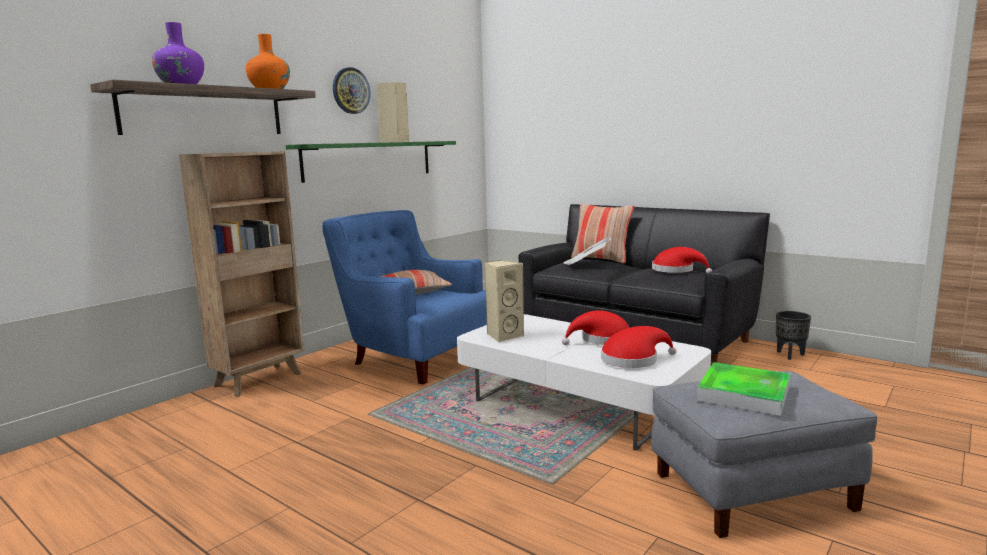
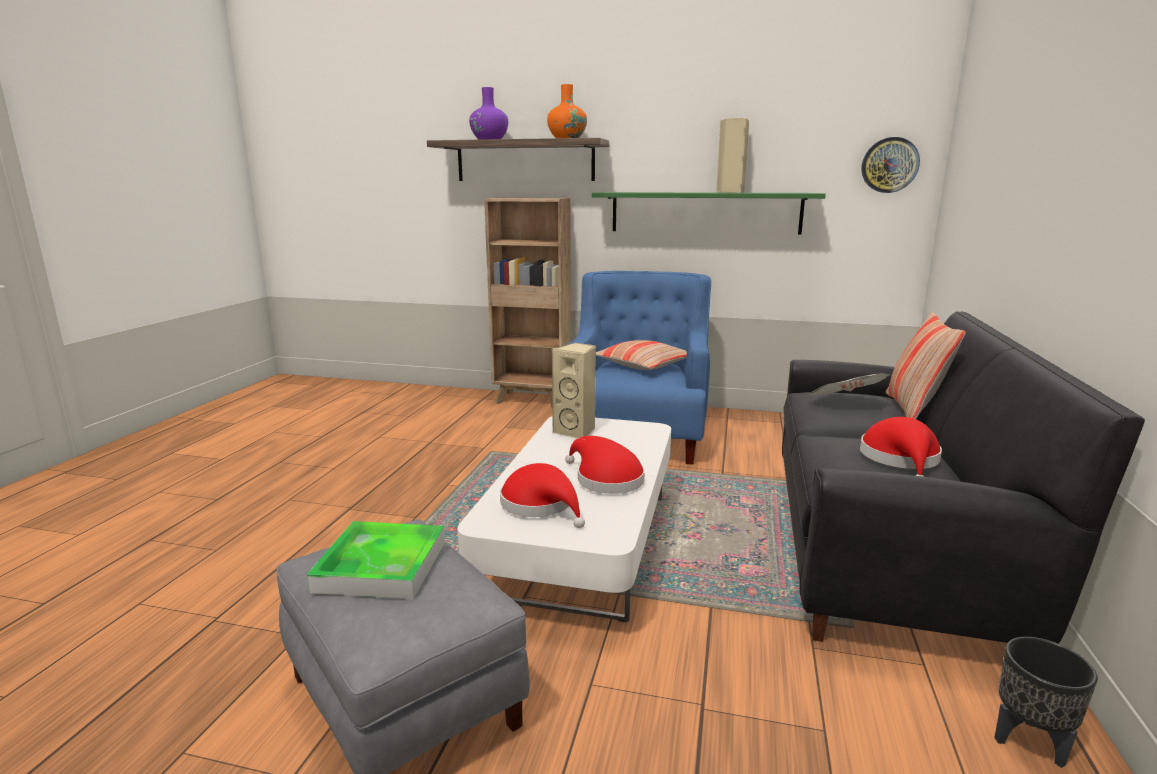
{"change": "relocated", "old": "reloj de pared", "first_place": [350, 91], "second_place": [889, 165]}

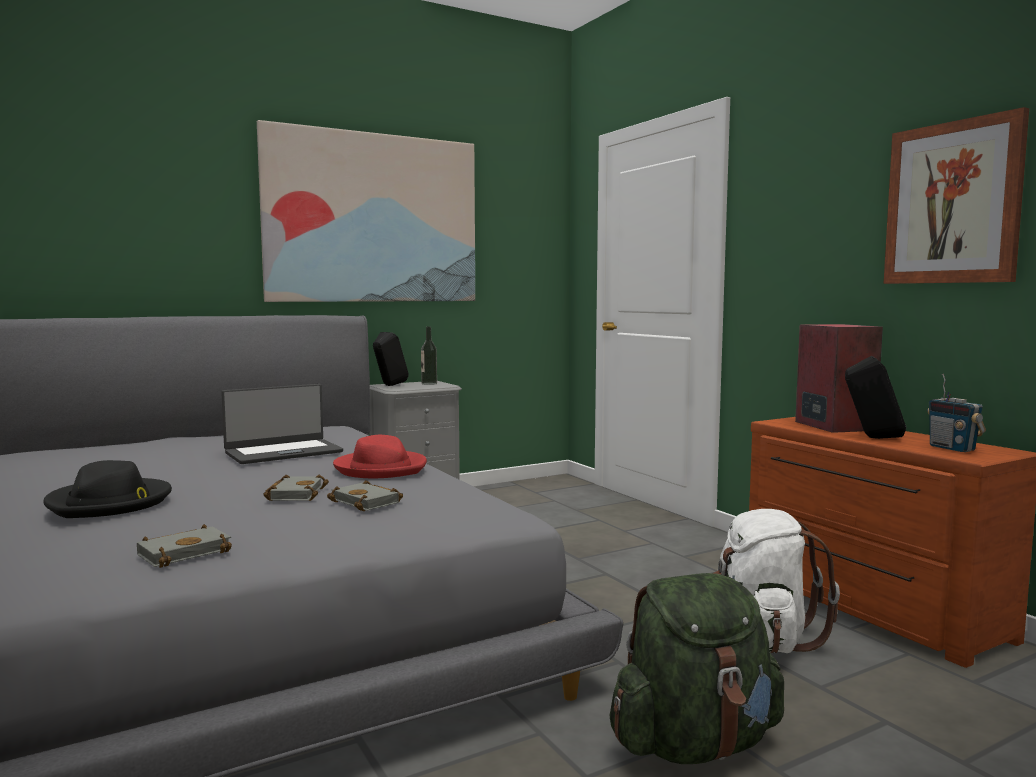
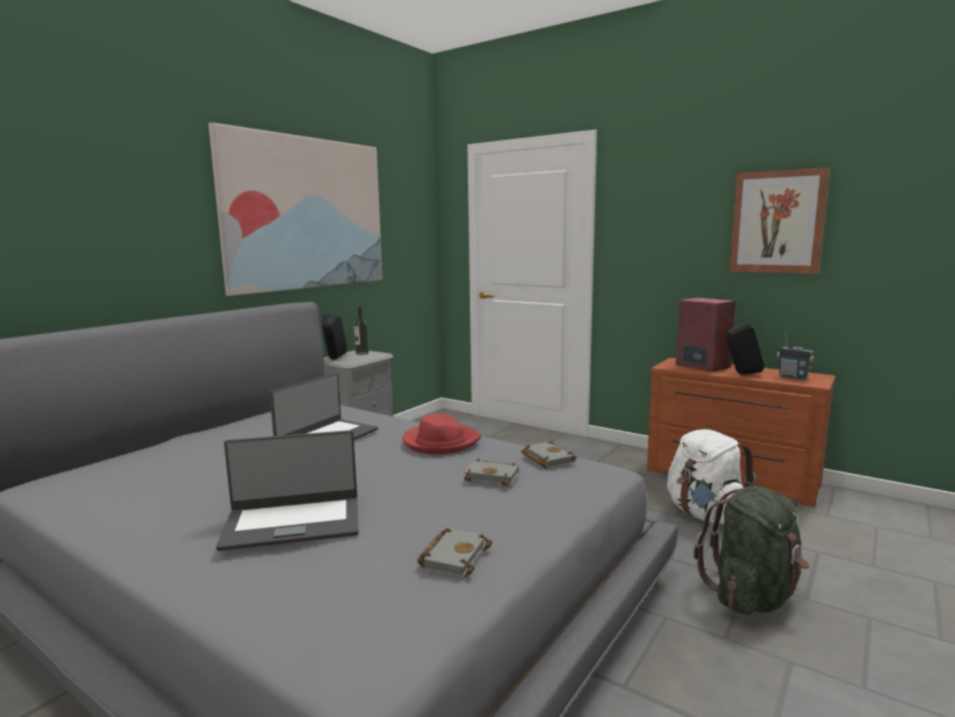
{"change": "relocated", "old": "libro/gris", "first_place": [295, 494], "second_place": [545, 459]}
{"change": "exchanged", "old": "sombrero/negro", "new": "portátil", "first_place": [110, 503], "second_place": [293, 522]}

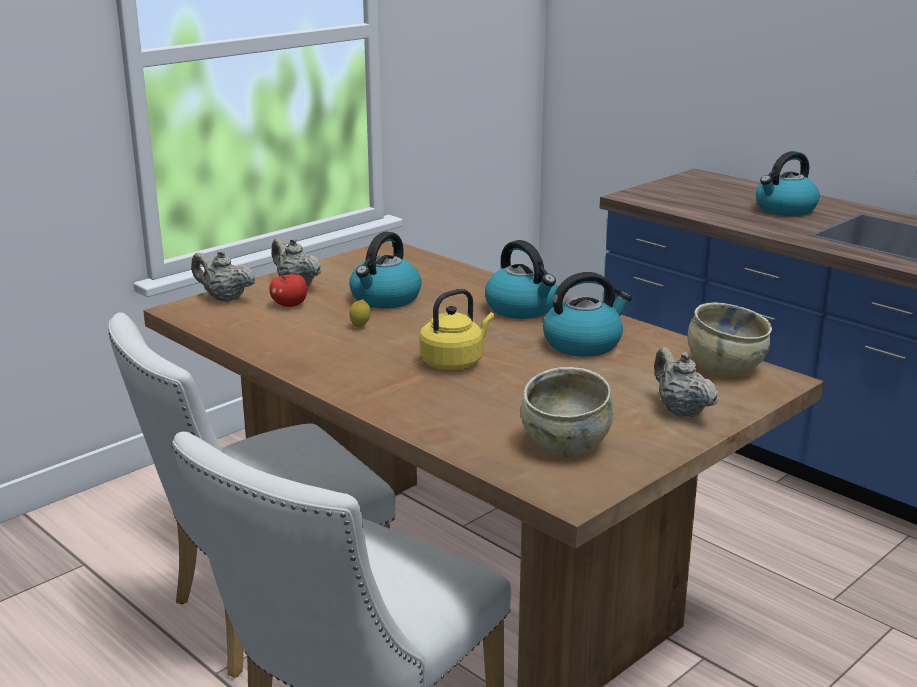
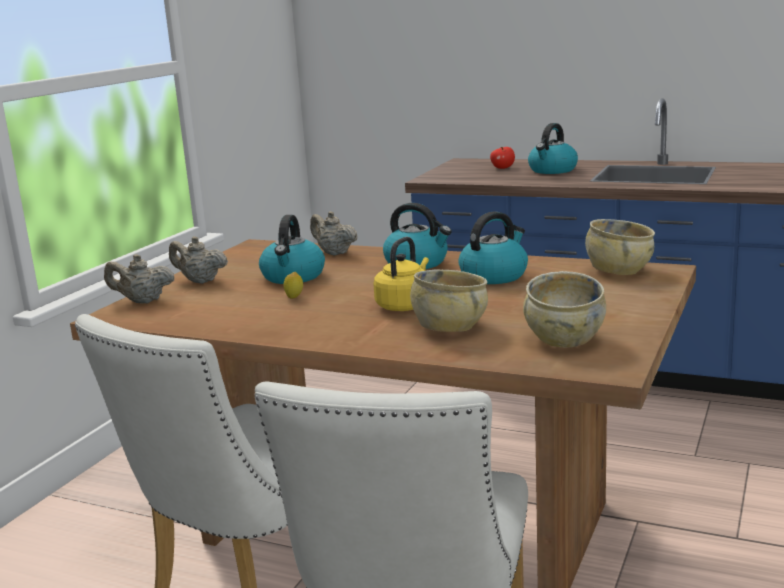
{"change": "appeared", "new": "cuenco/beis", "second_place": [450, 327]}
{"change": "relocated", "old": "manzana", "first_place": [290, 305], "second_place": [502, 168]}
{"change": "relocated", "old": "tetera/beis", "first_place": [680, 411], "second_place": [334, 253]}

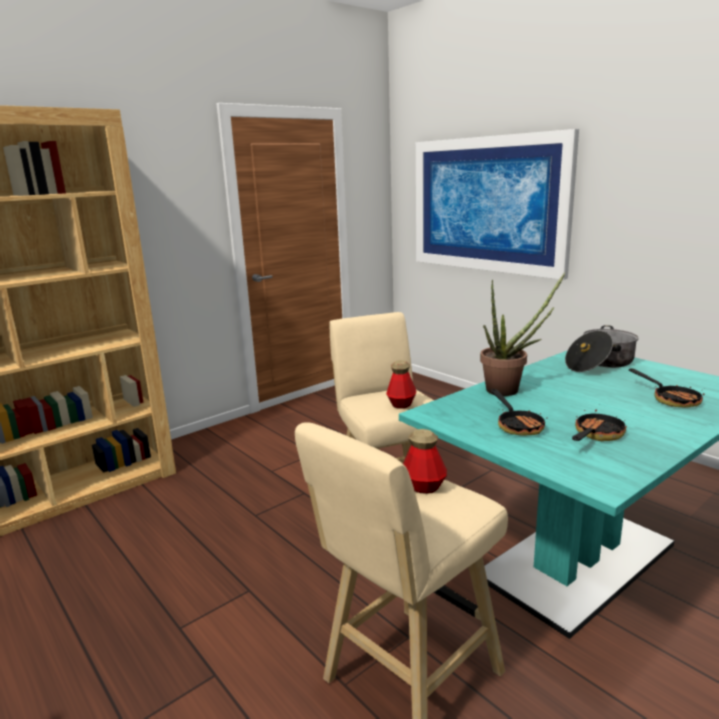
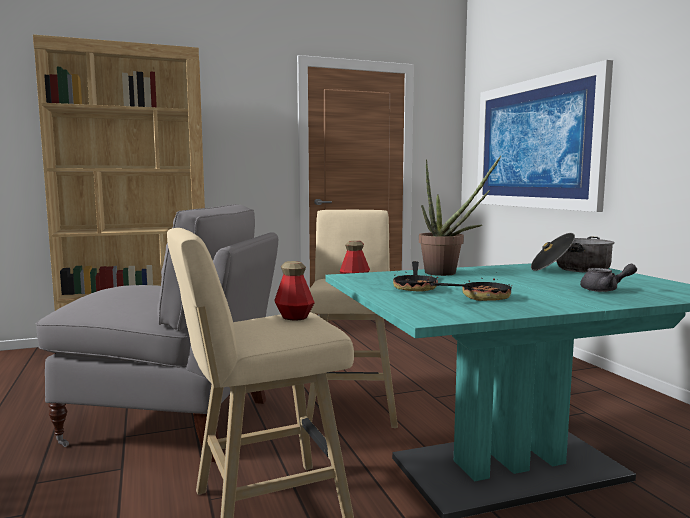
{"change": "appeared", "new": "silla/gris", "second_place": [173, 422]}
{"change": "exchanged", "old": "sartén", "new": "tetera/gris", "first_place": [670, 399], "second_place": [605, 290]}

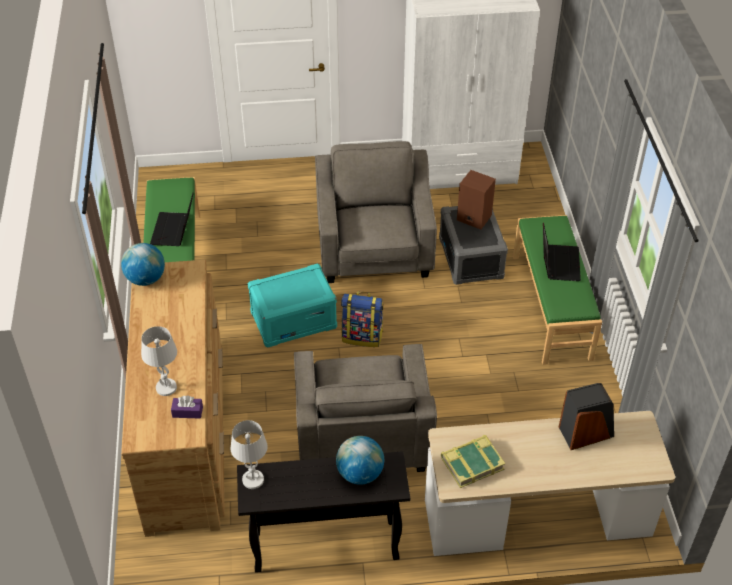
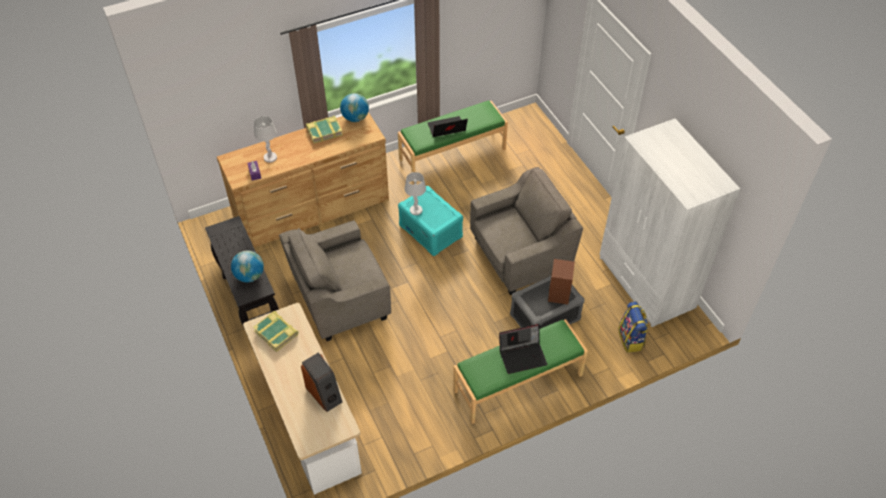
{"change": "appeared", "new": "libro", "second_place": [324, 131]}
{"change": "relocated", "old": "lámpara de mesa/blanco", "first_place": [253, 480], "second_place": [415, 210]}
{"change": "relocated", "old": "mochila", "first_place": [362, 336], "second_place": [631, 339]}

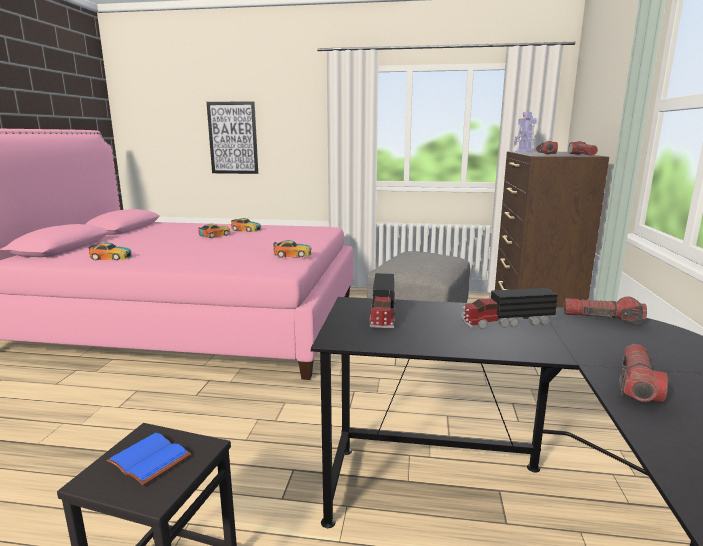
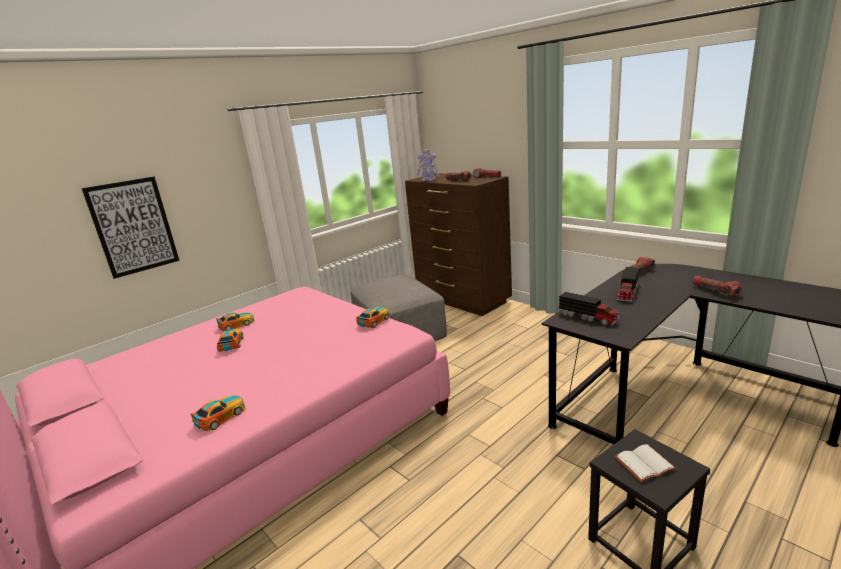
{"change": "colour", "old": "libro/azul", "new": "libro/blanco", "first_place": [152, 459], "second_place": [644, 463]}

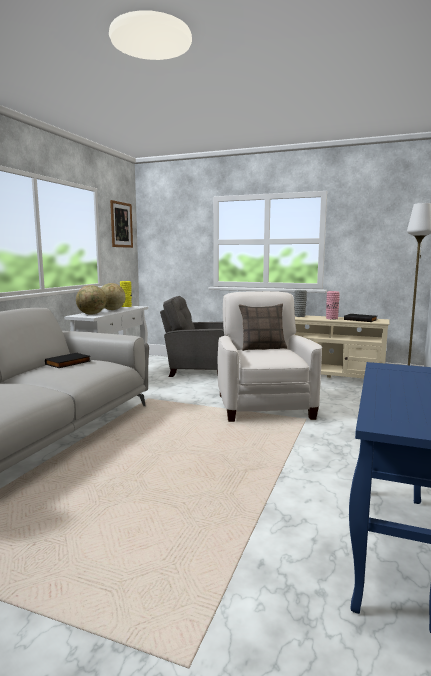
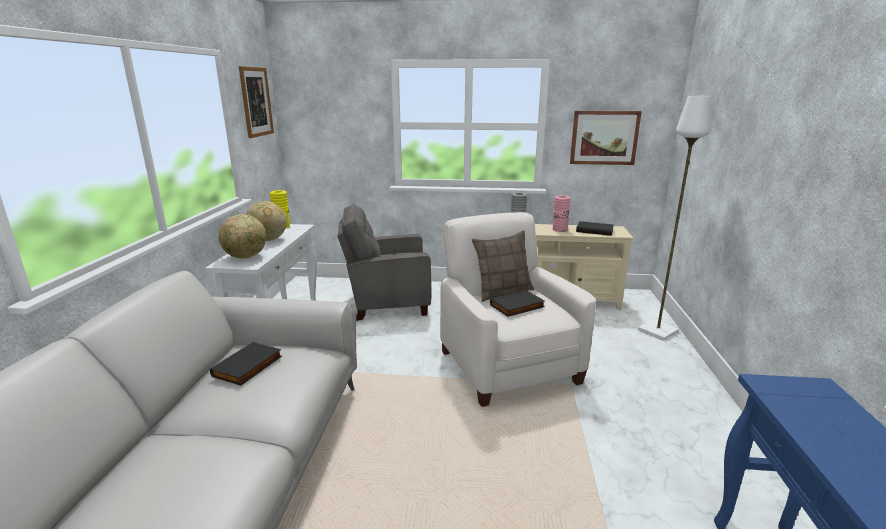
{"change": "appeared", "new": "libro/negro", "second_place": [517, 306]}
{"change": "appeared", "new": "cuadro", "second_place": [604, 137]}

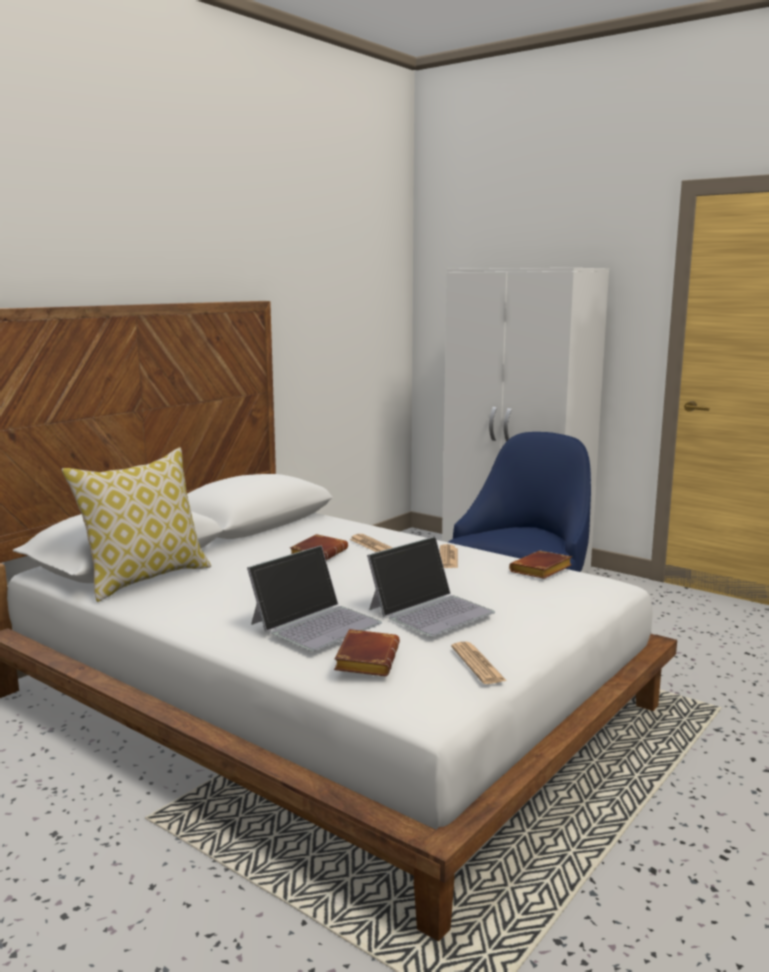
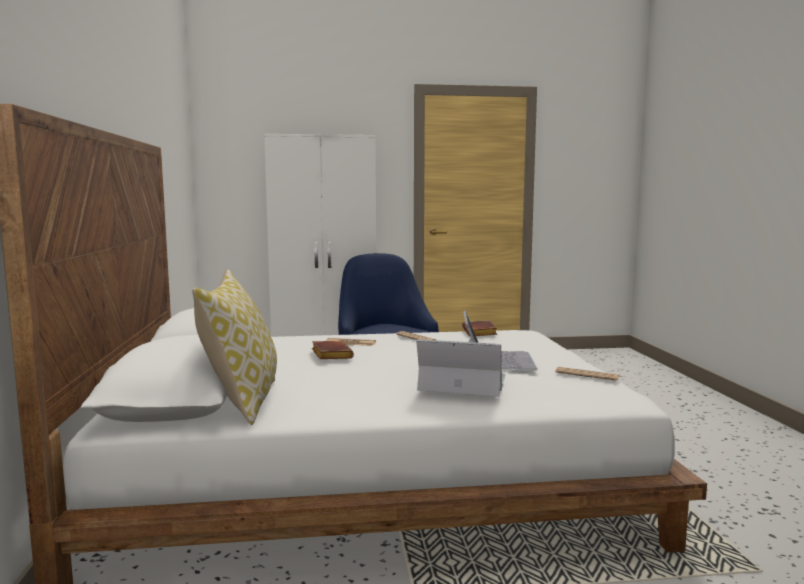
{"change": "missing", "old": "libro/marrón", "first_place": [365, 659]}
{"change": "spun", "old": "portátil", "first_place": [316, 622], "second_place": [462, 382], "degrees": -75}

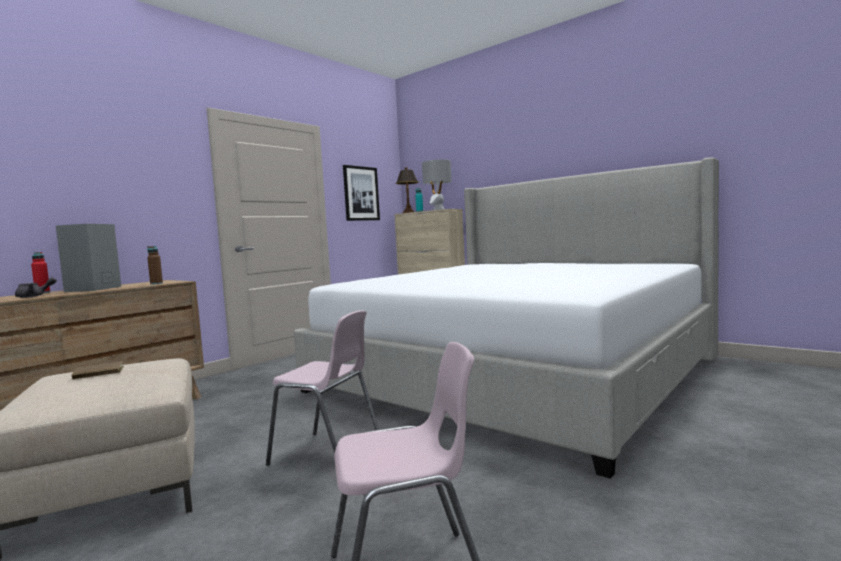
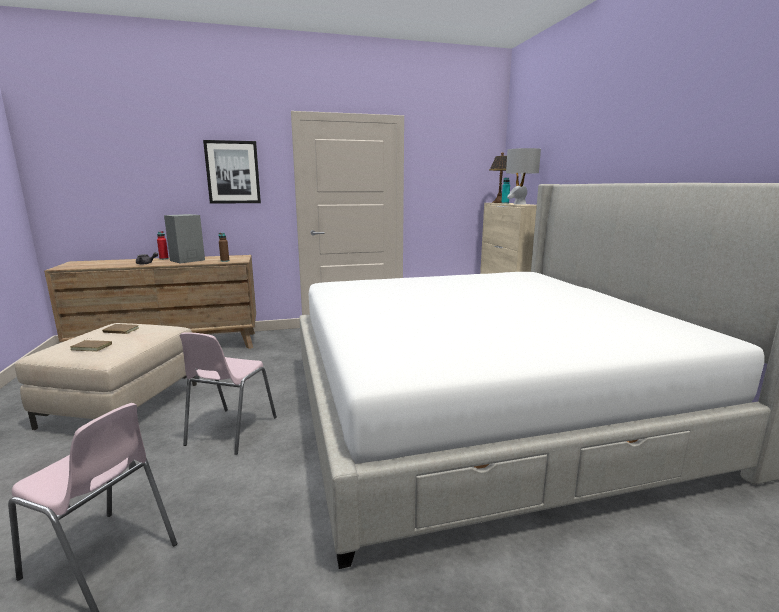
{"change": "appeared", "new": "libro/marrón", "second_place": [92, 347]}
{"change": "relocated", "old": "cuadro", "first_place": [361, 193], "second_place": [233, 172]}
{"change": "spun", "old": "silla/rosa", "first_place": [328, 455], "second_place": [230, 431], "degrees": 45}

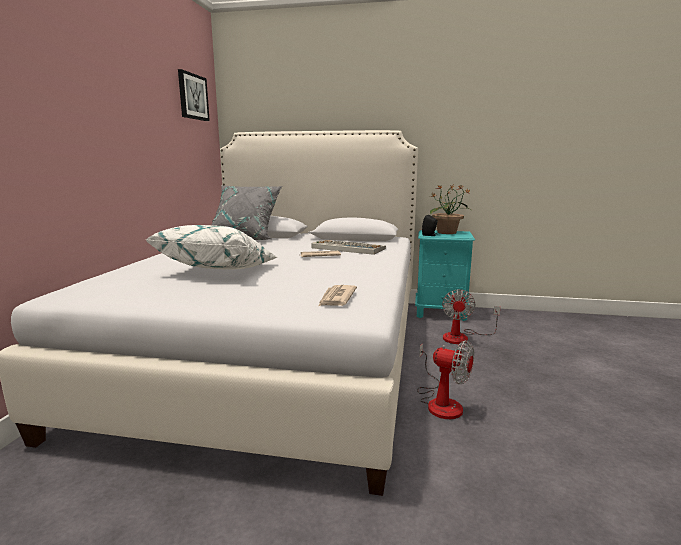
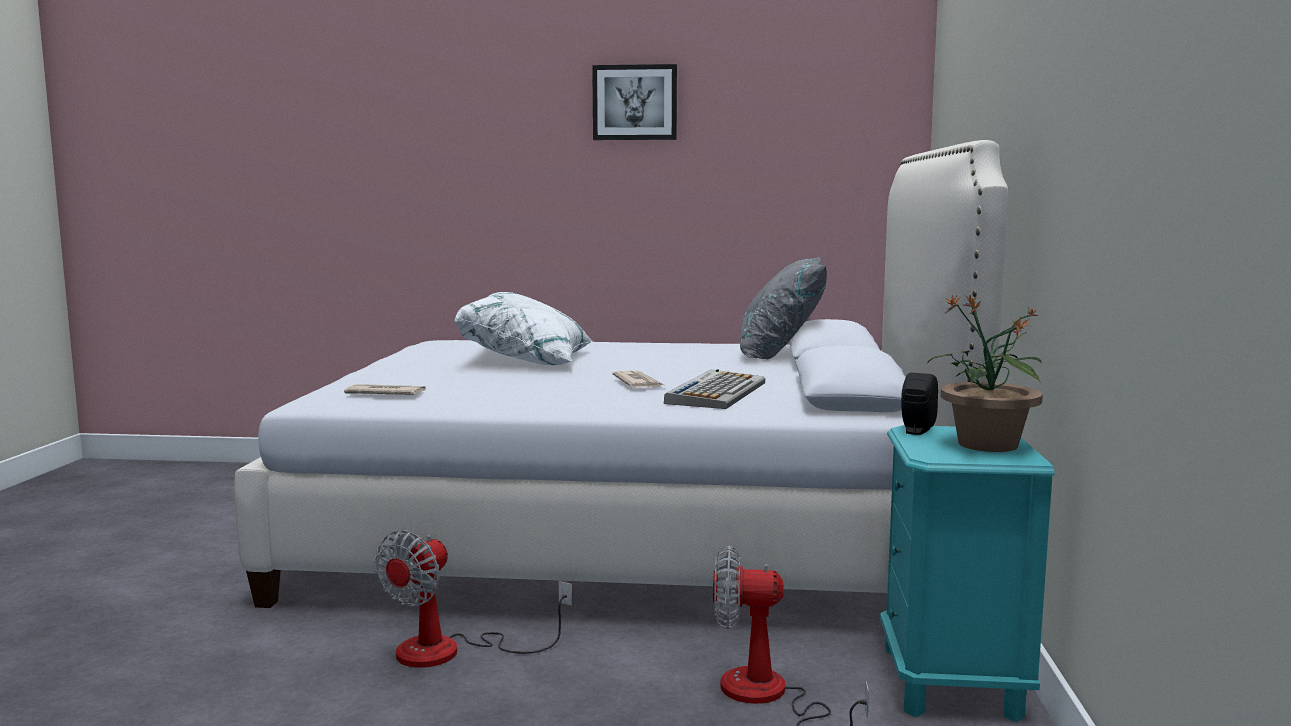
{"change": "relocated", "old": "cuadro", "first_place": [192, 96], "second_place": [635, 102]}

